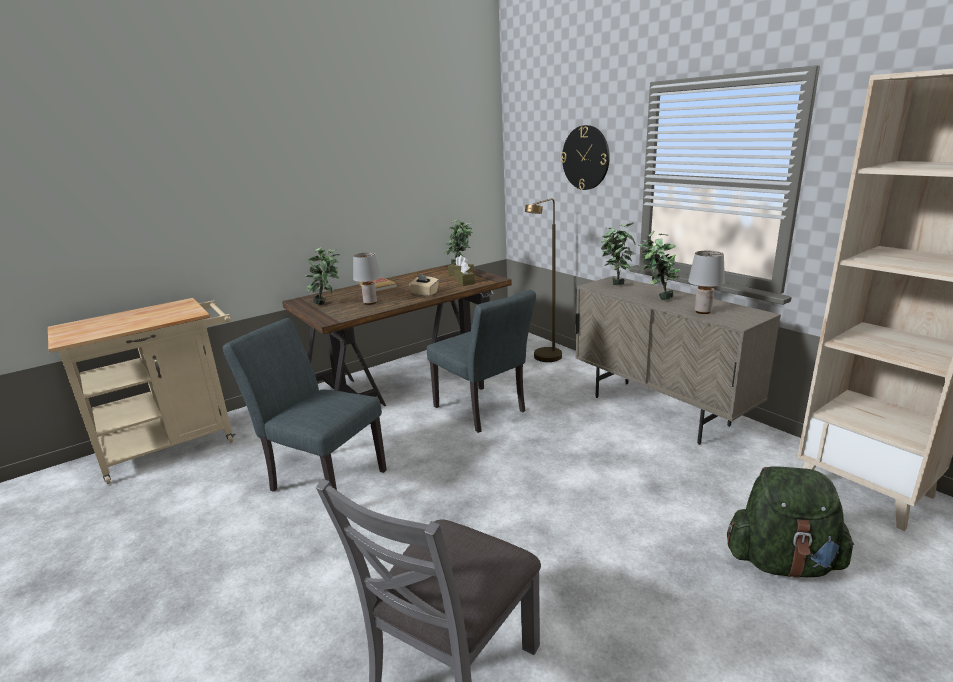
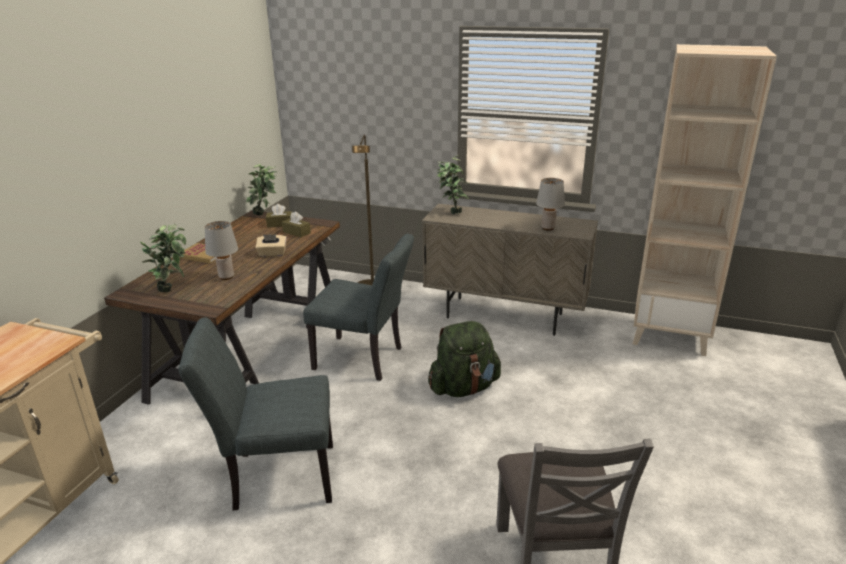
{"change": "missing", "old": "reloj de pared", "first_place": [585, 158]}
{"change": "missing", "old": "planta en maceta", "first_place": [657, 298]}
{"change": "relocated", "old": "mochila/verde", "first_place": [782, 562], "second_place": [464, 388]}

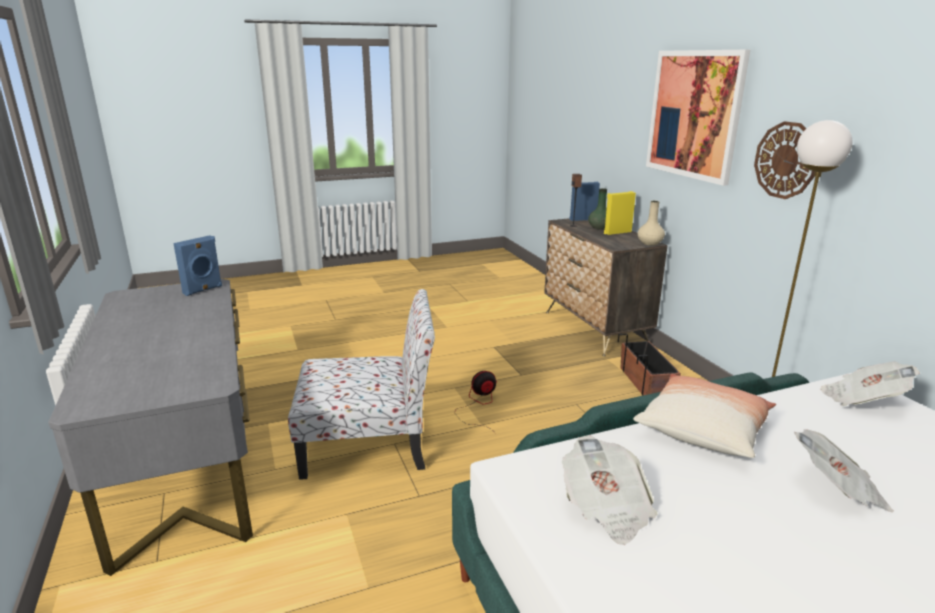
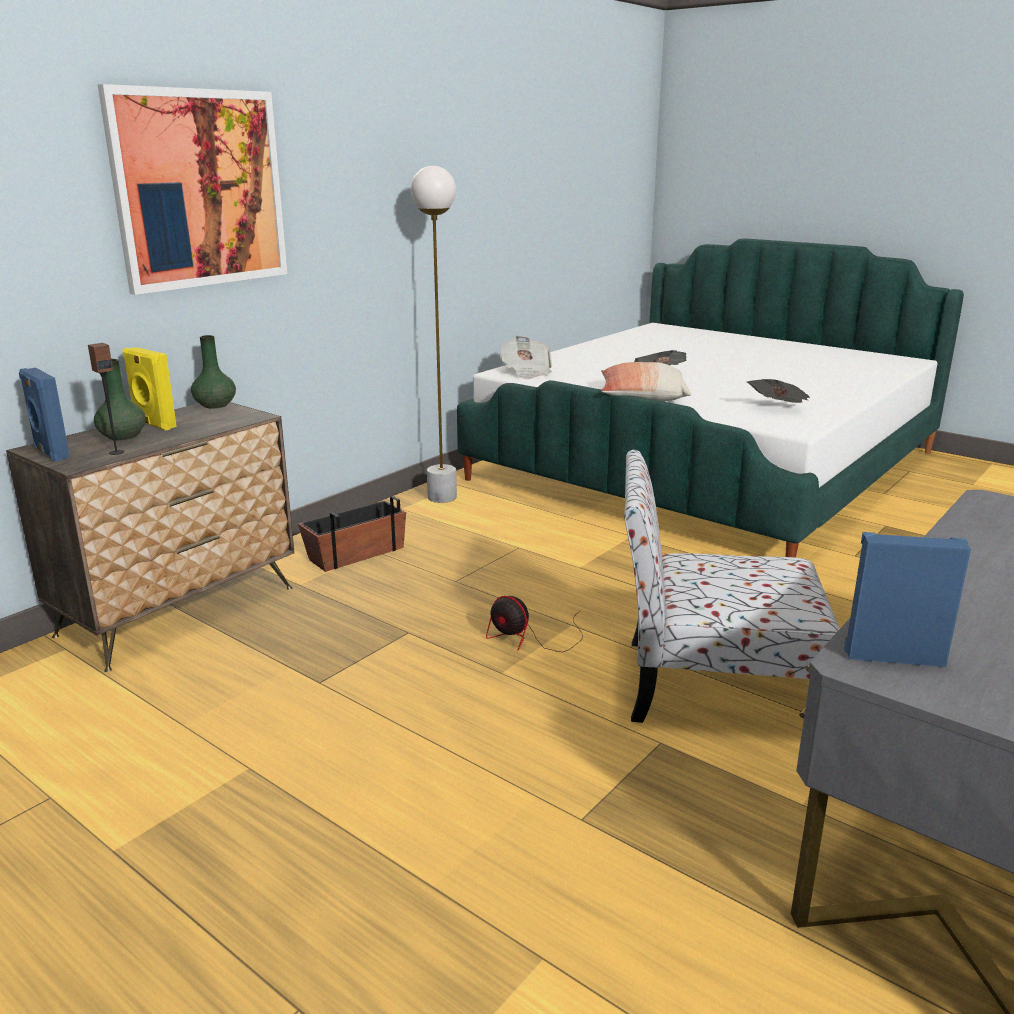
{"change": "missing", "old": "reloj de pared", "first_place": [786, 160]}
{"change": "colour", "old": "florero/beis", "new": "florero/verde", "first_place": [650, 243], "second_place": [215, 405]}
{"change": "spun", "old": "silla", "first_place": [368, 444], "second_place": [712, 685], "degrees": -45}

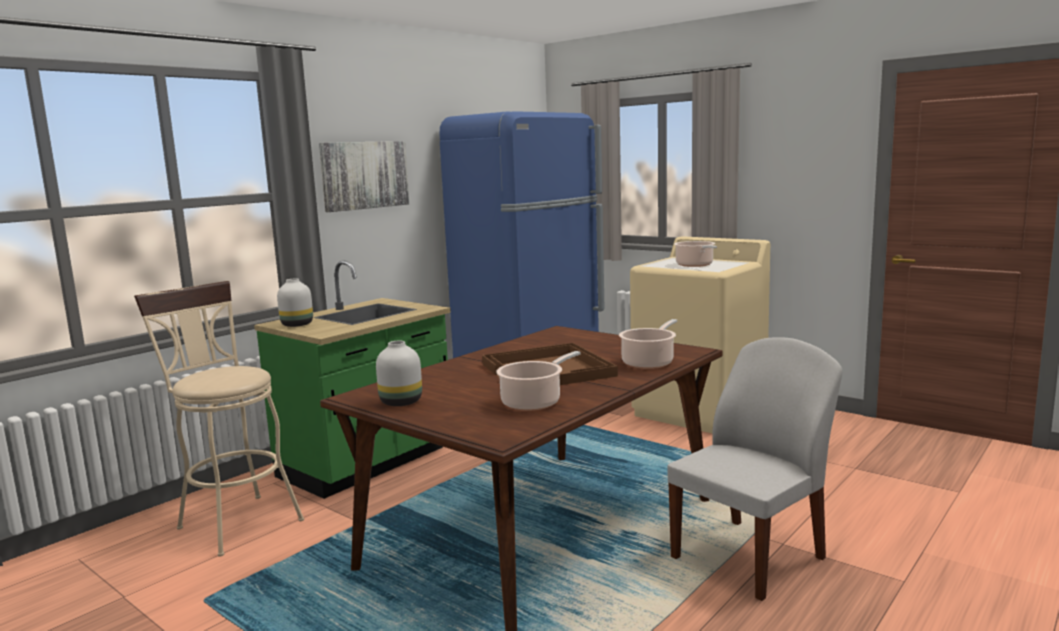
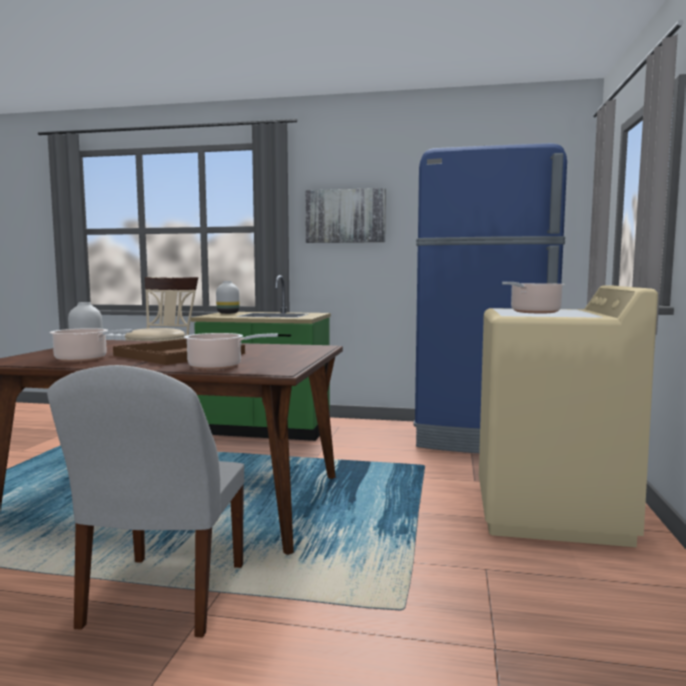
{"change": "spun", "old": "silla/blanco", "first_place": [751, 557], "second_place": [163, 598], "degrees": 75}

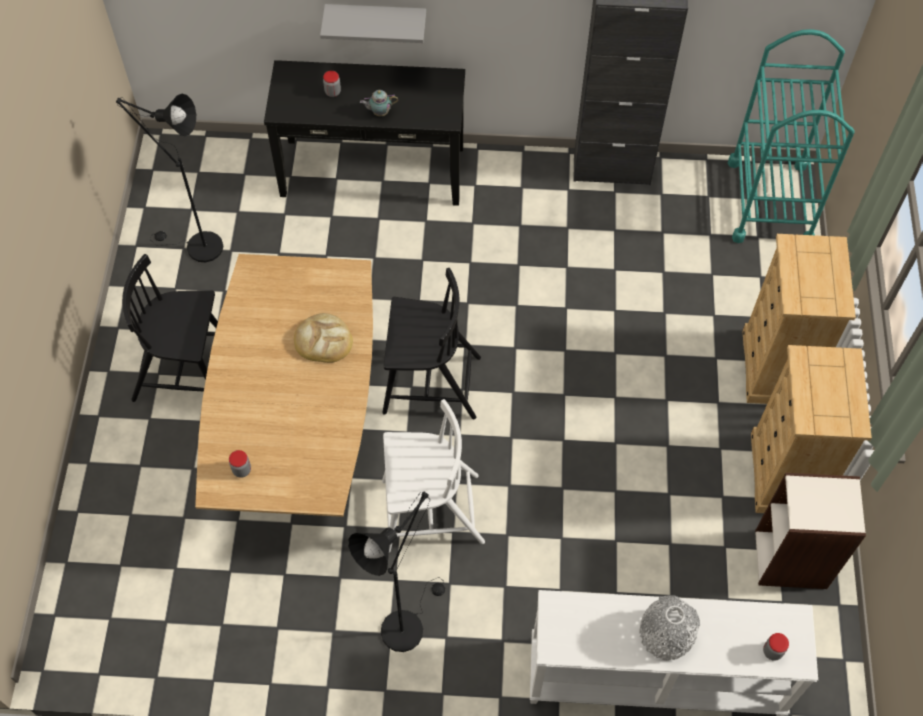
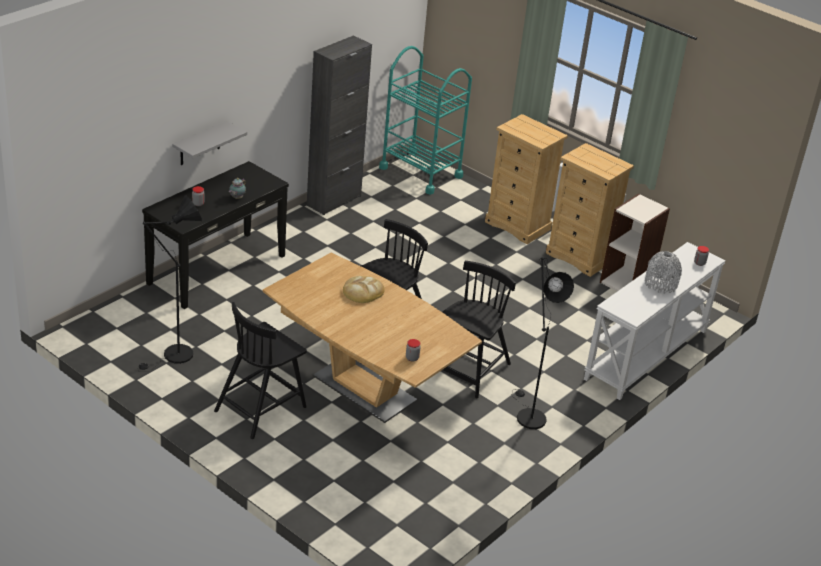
{"change": "colour", "old": "silla/blanco", "new": "silla/negro", "first_place": [430, 512], "second_place": [470, 371]}

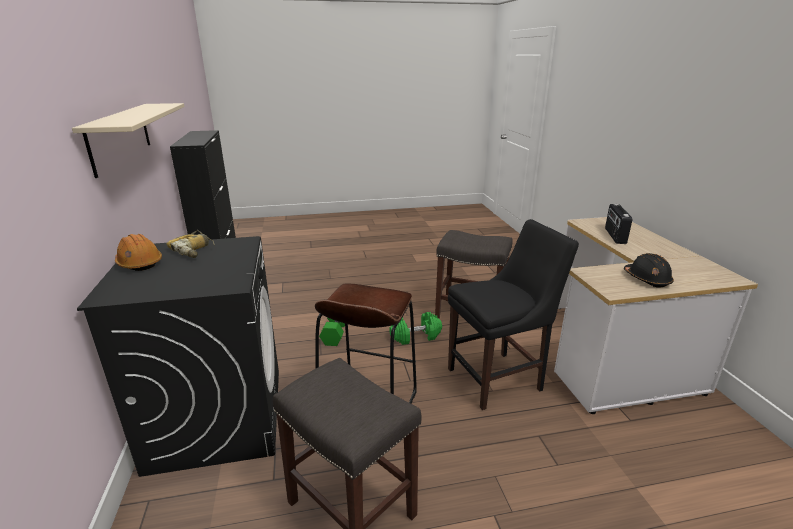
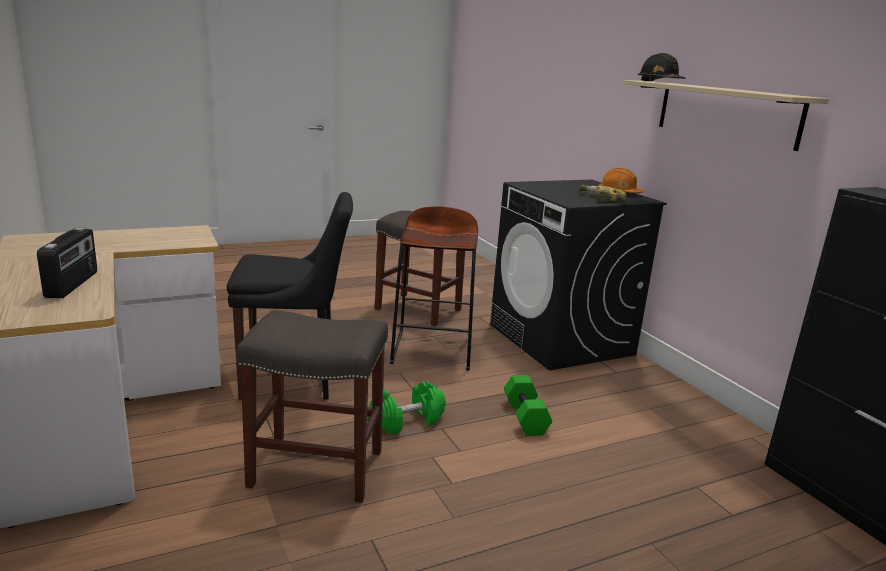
{"change": "relocated", "old": "casco/negro", "first_place": [647, 279], "second_place": [659, 82]}
{"change": "spun", "old": "silla/negro", "first_place": [498, 378], "second_place": [294, 380], "degrees": -150}

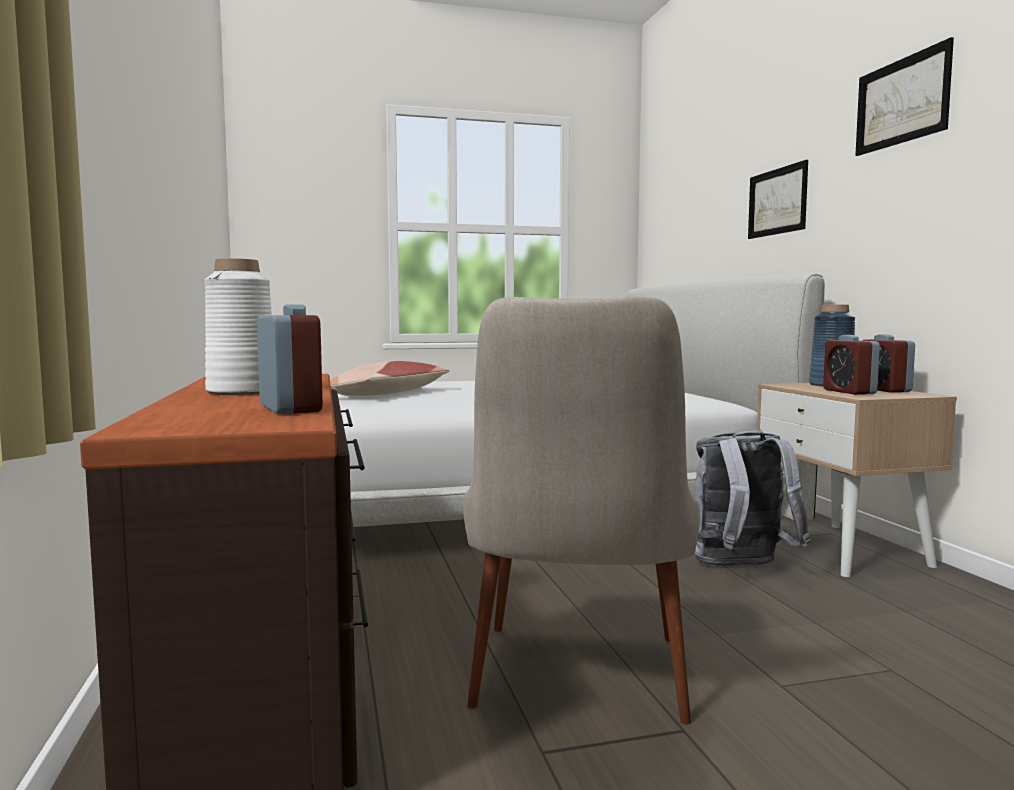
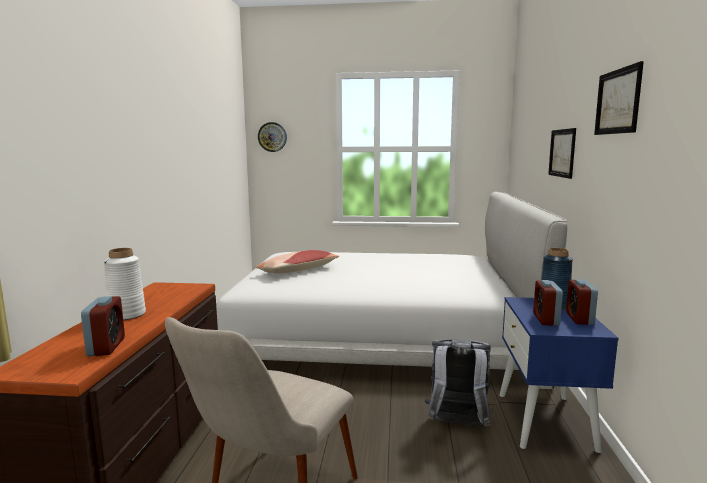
{"change": "appeared", "new": "reloj de pared", "second_place": [272, 137]}
{"change": "colour", "old": "mesita de noche/beis", "new": "mesita de noche/azul", "first_place": [841, 549], "second_place": [545, 421]}

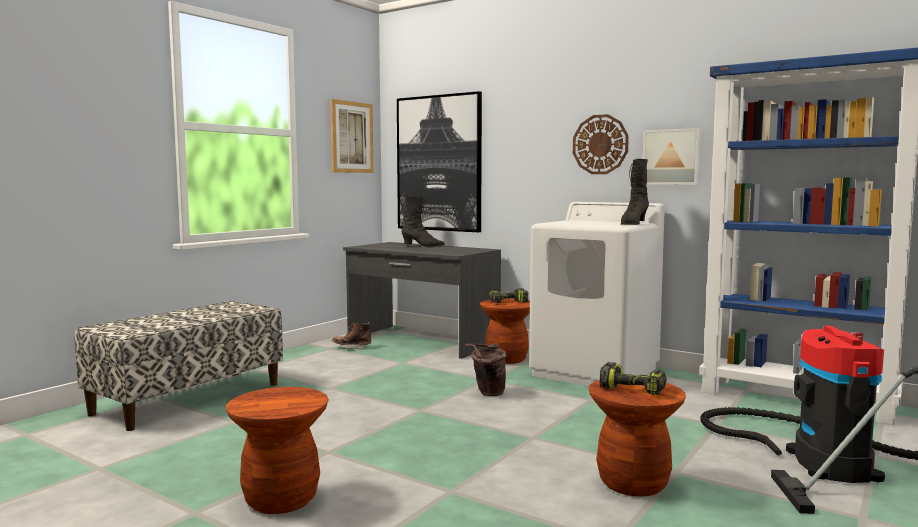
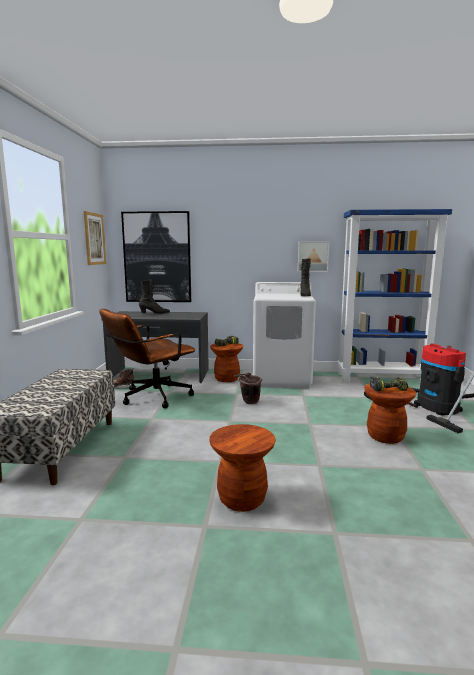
{"change": "missing", "old": "reloj de pared", "first_place": [600, 144]}
{"change": "appeared", "new": "silla de oficina/marrón", "second_place": [150, 398]}

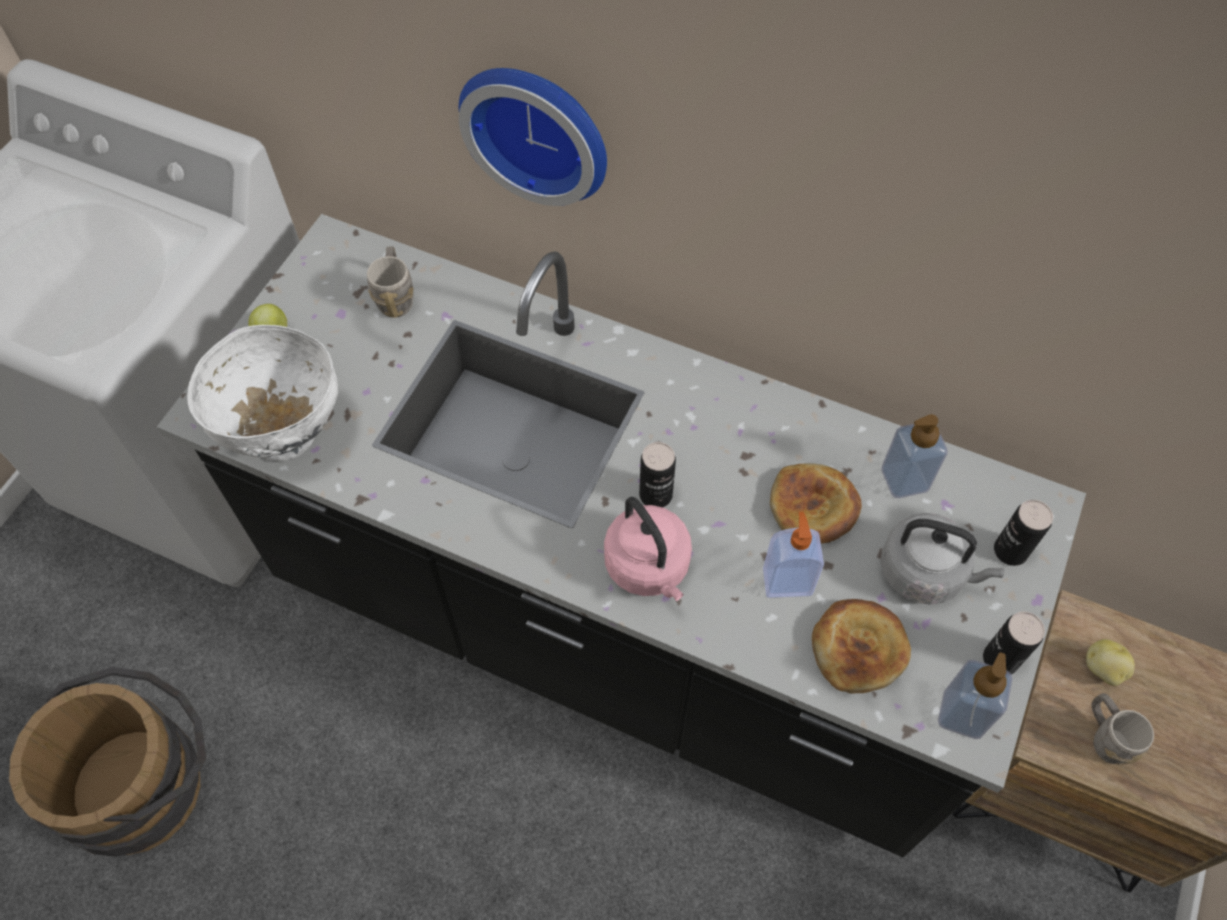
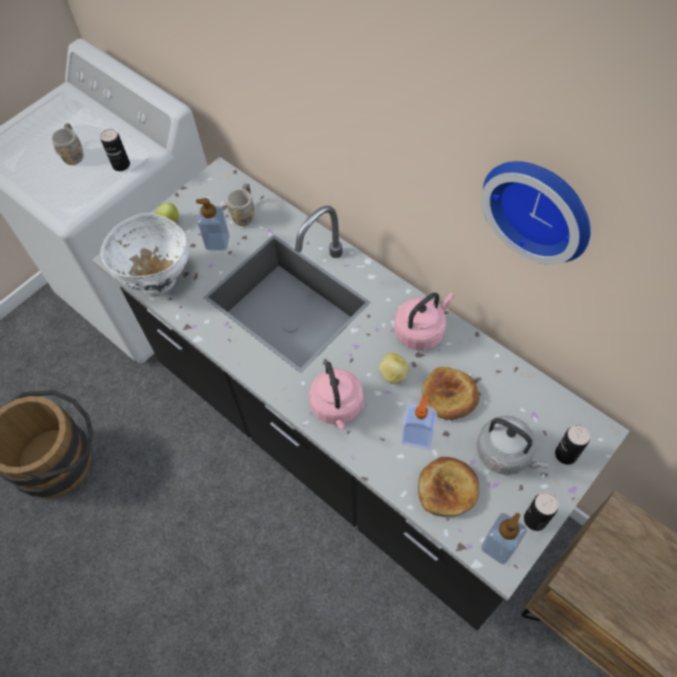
{"change": "appeared", "new": "hervidor/rosa", "second_place": [421, 330]}
{"change": "relocated", "old": "reloj de pared", "first_place": [539, 128], "second_place": [540, 207]}
{"change": "relocated", "old": "lata", "first_place": [655, 495], "second_place": [121, 165]}
{"change": "relocated", "old": "dispensador de jabón", "first_place": [904, 479], "second_place": [217, 242]}
{"change": "relocated", "old": "patata", "first_place": [1103, 669], "second_place": [393, 374]}
{"change": "relocated", "old": "taza grande/gris", "first_place": [1105, 737], "second_place": [74, 154]}

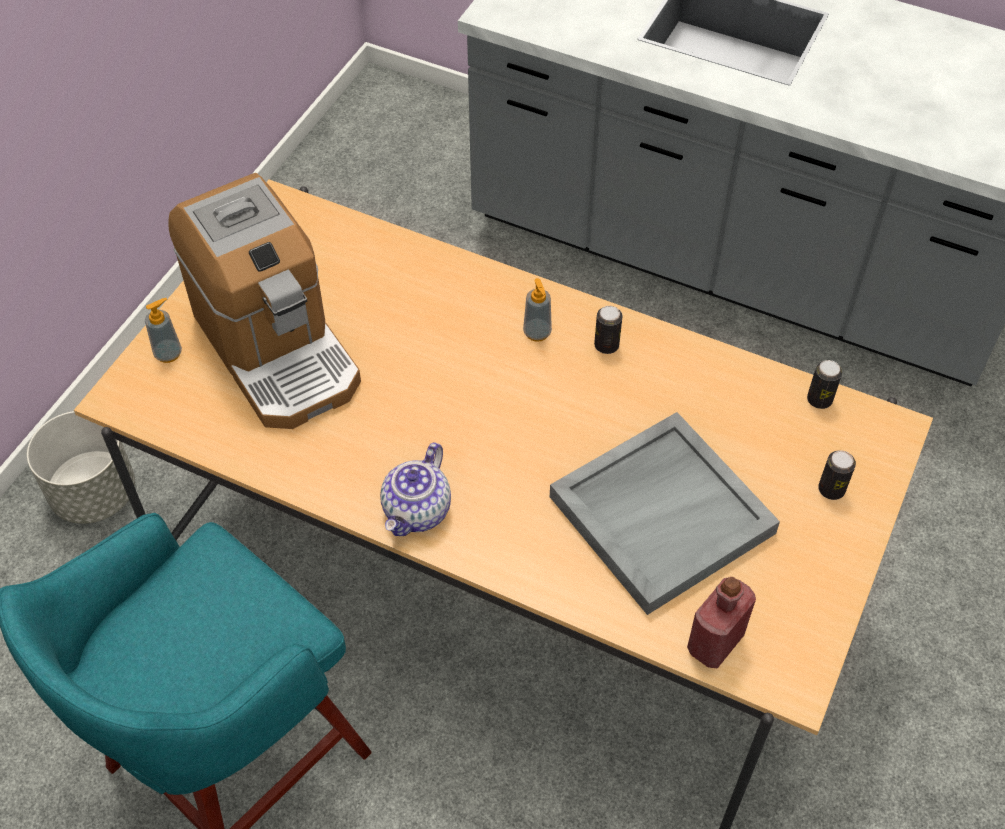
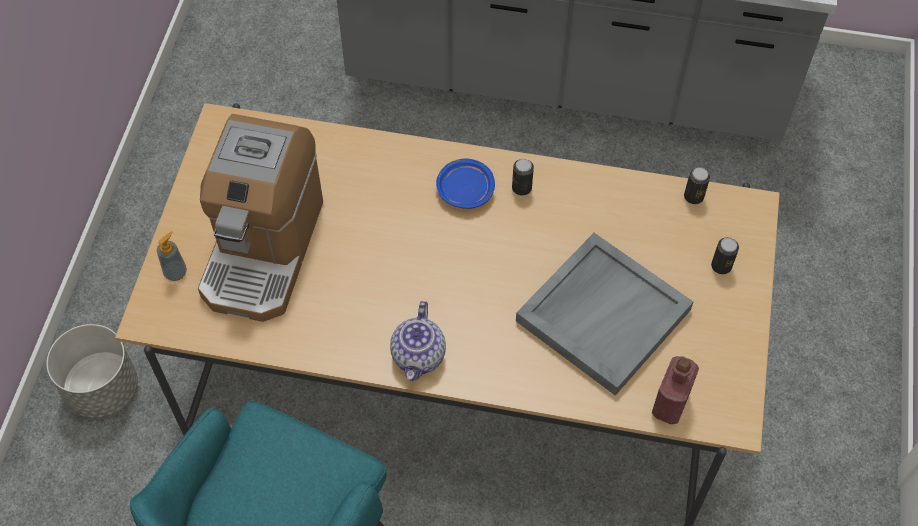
{"change": "exchanged", "old": "dispensador de jabón", "new": "plato/azul", "first_place": [537, 333], "second_place": [465, 189]}
{"change": "spun", "old": "cafetera", "first_place": [277, 349], "second_place": [263, 249], "degrees": 60}

